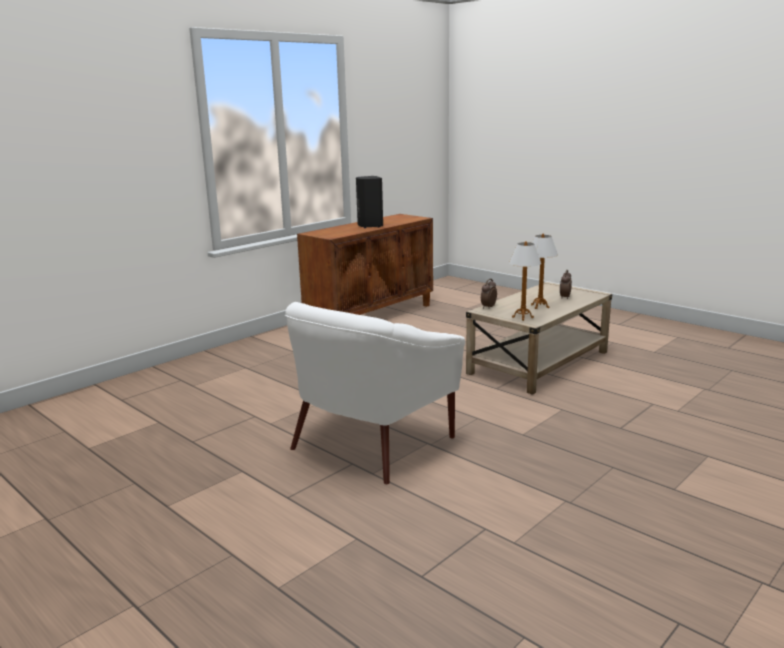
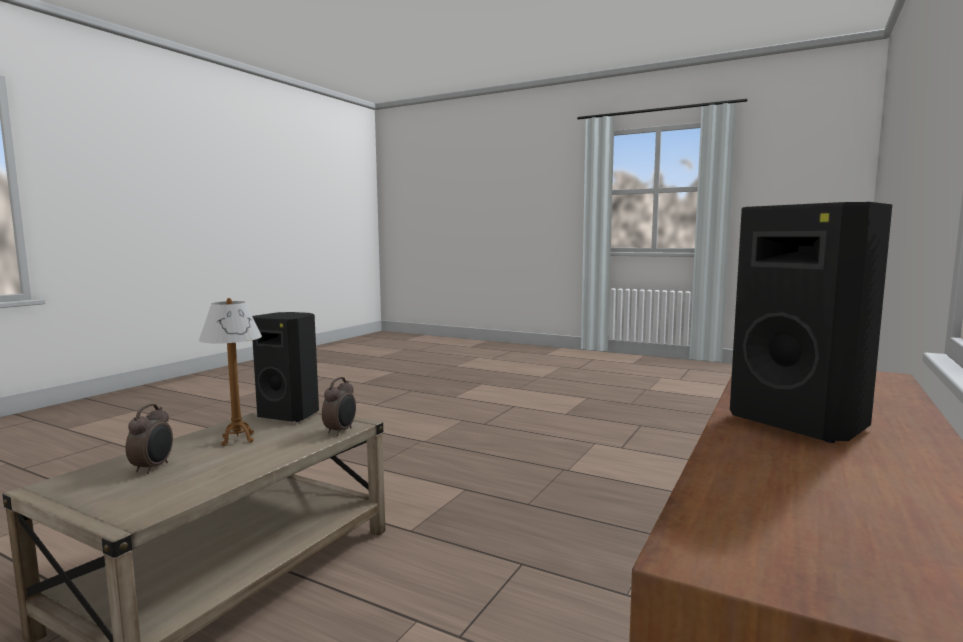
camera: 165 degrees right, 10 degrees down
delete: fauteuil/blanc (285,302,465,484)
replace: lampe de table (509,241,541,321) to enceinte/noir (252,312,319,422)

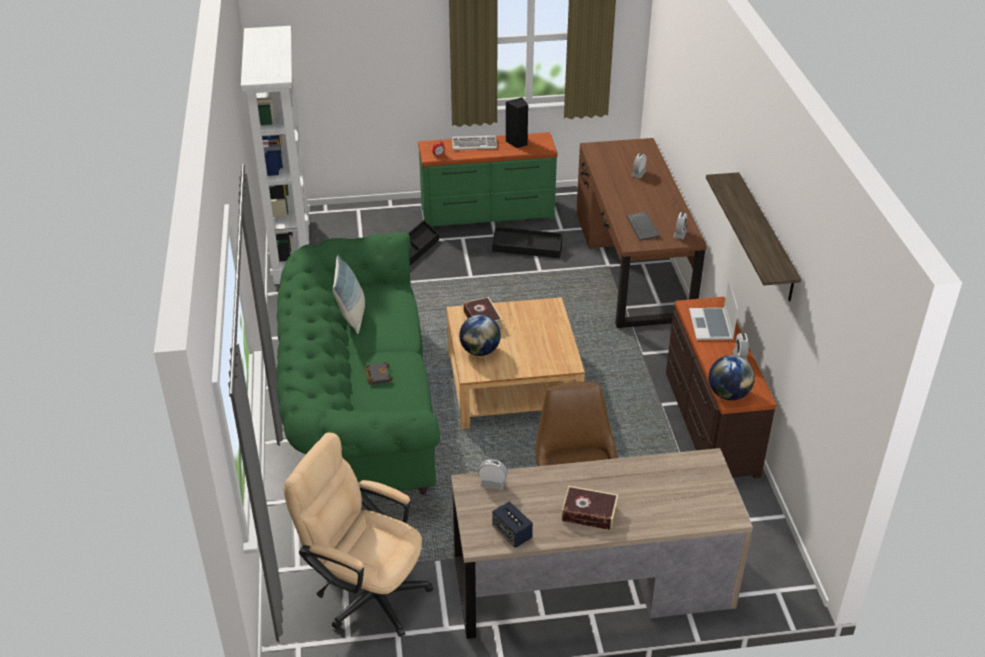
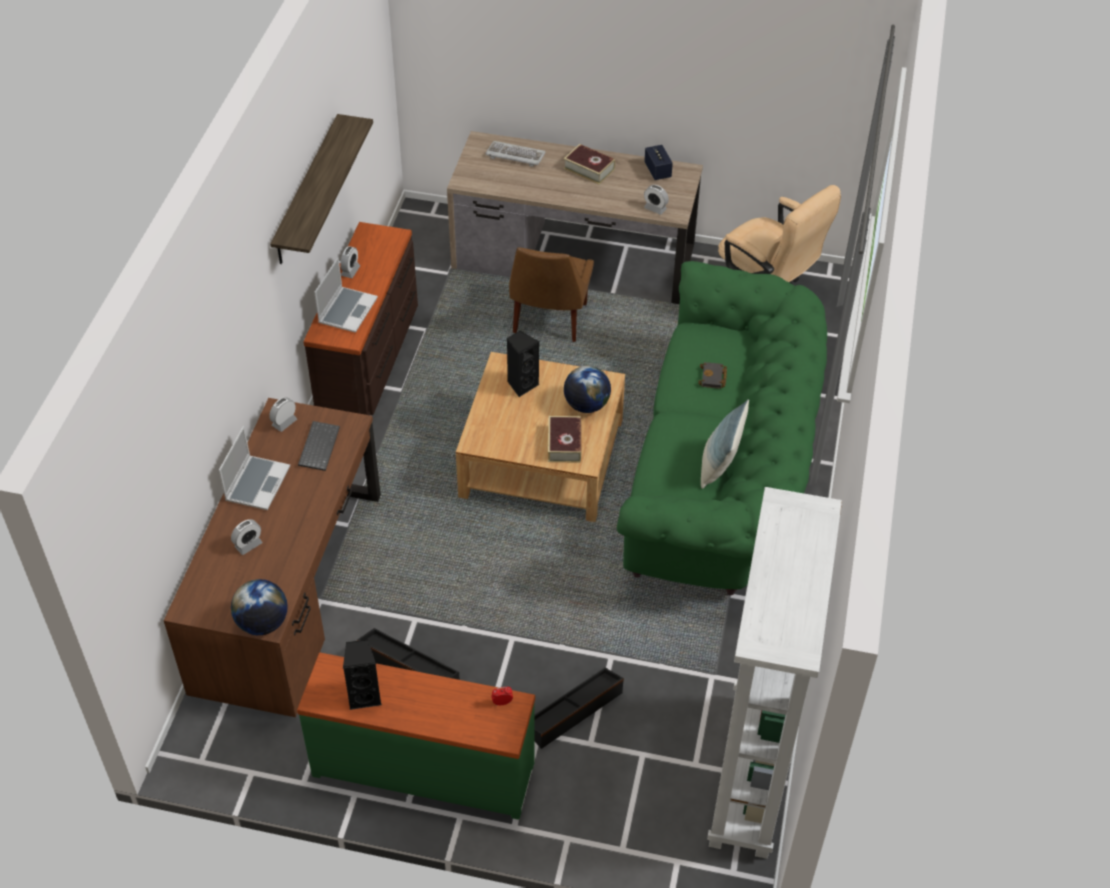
camera: 160 degrees left, 10 degrees up
insert: ordinateur portable (219,426,290,510); enceinte/noir (507,331,539,397)
move: clavier (452,135,497,150) to (485,141,546,167); globe (709,355,755,400) to (231,579,288,635)

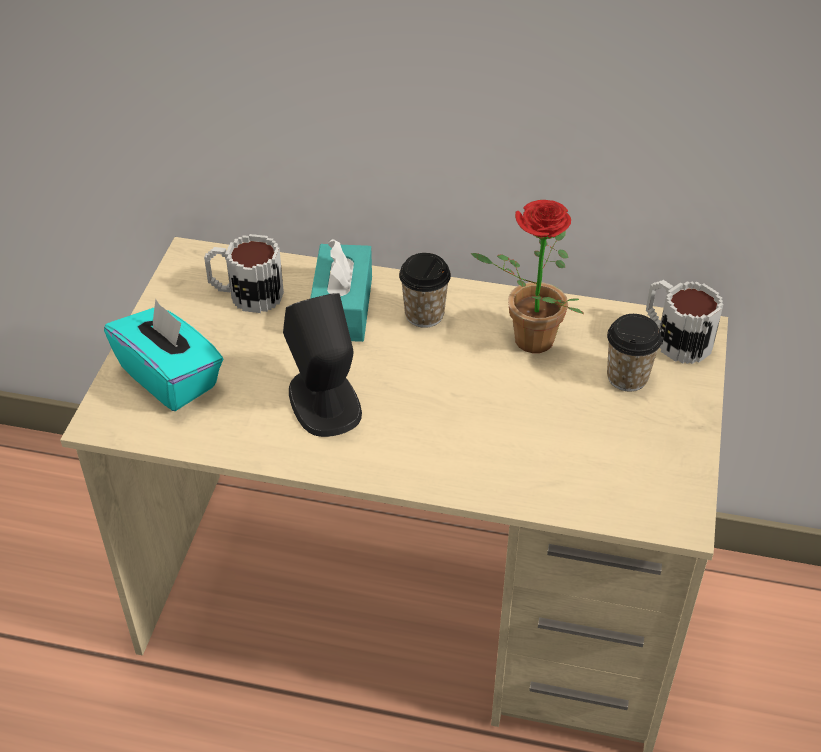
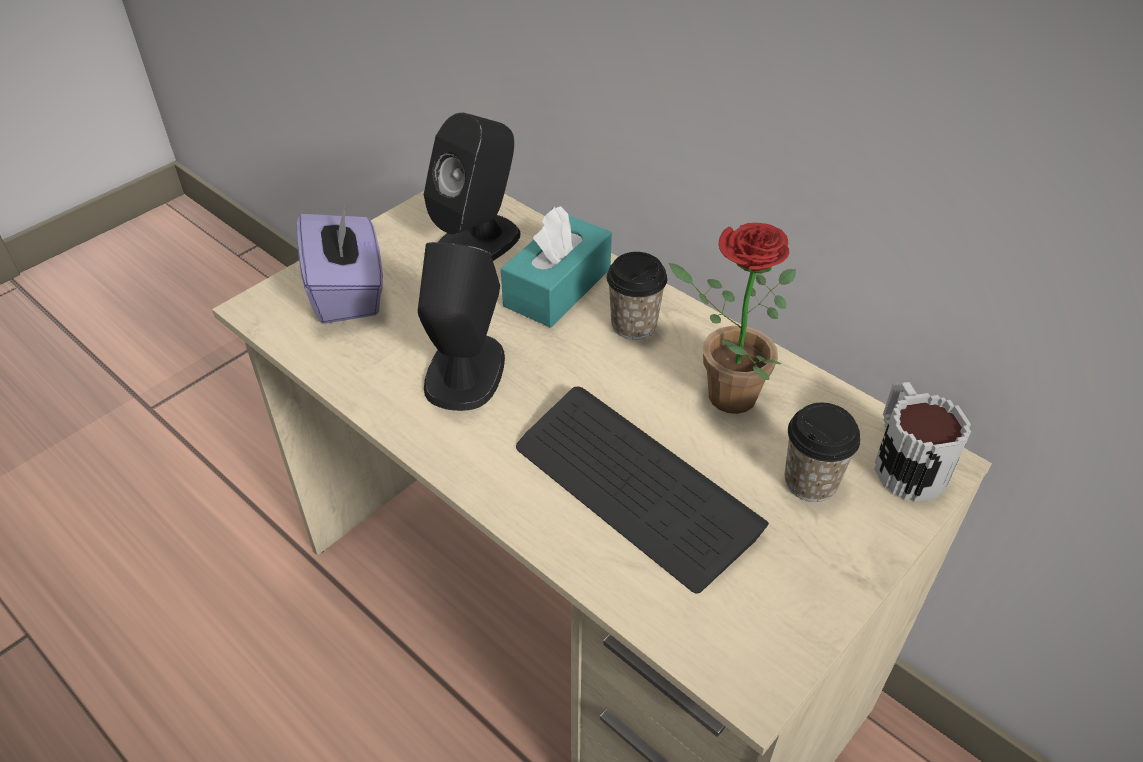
camera: 30 degrees right, 0 degrees up
insert: clavier (516,387,769,593)
replace: mug (204,234,284,313) to enceinte/noir (424,113,521,261)
recolor: boîte à mouchoirs/turquoise (104,299,223,411) to boîte à mouchoirs/violet (297,205,383,324)

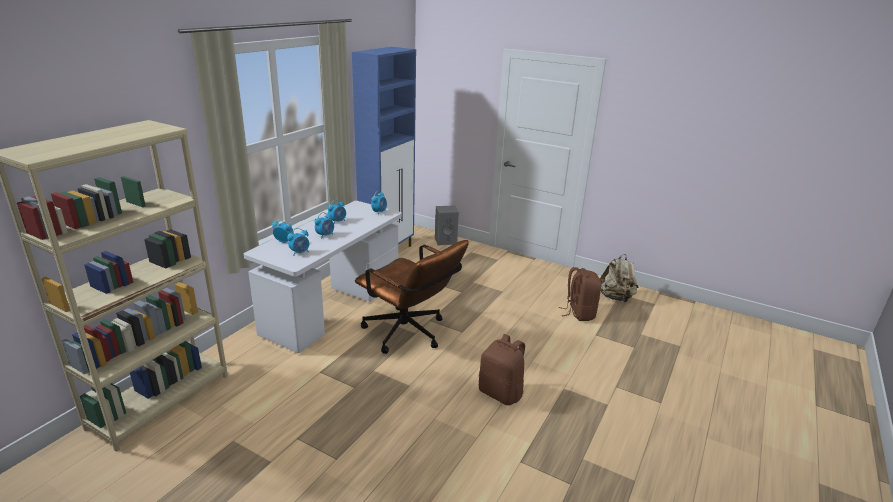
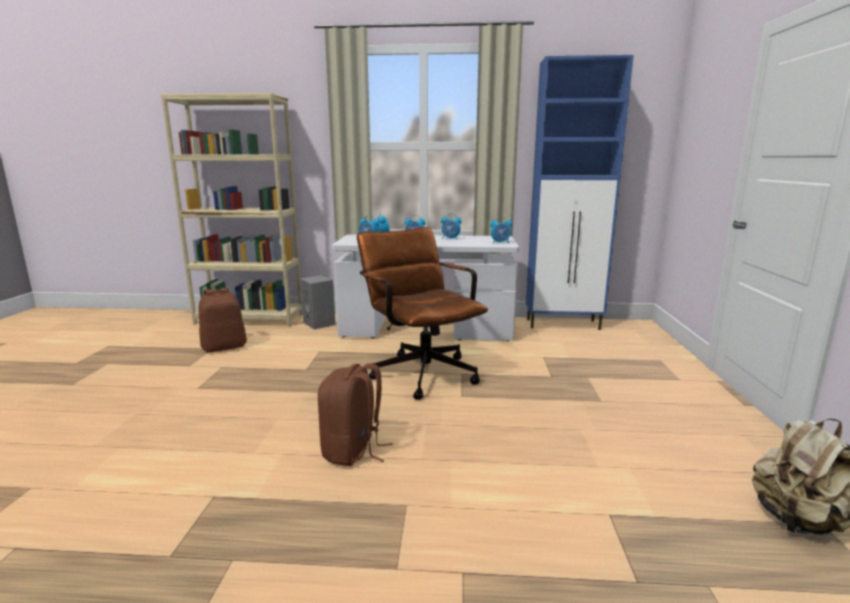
camera: 65 degrees right, 10 degrees down
move: enceinte/gris (435,205,459,245) to (300,275,336,330); sac à dos/marron (558,267,602,321) to (198,288,247,352)
rotate: chaise de bureau/marron (355,240,469,354) = (357,227,488,400) 135 degrees clockwise

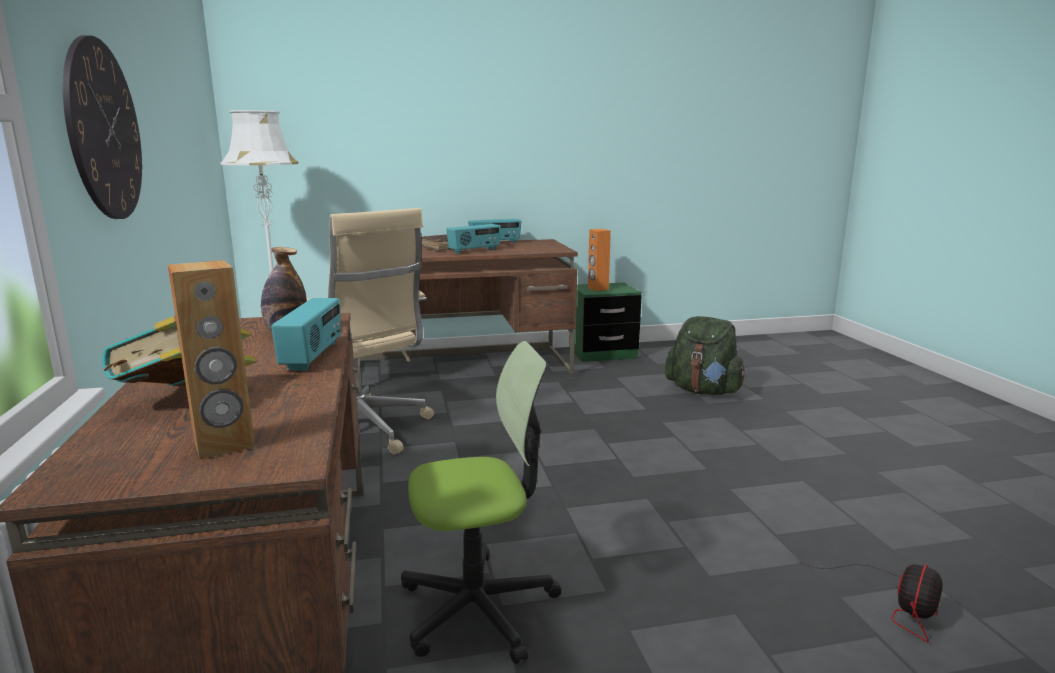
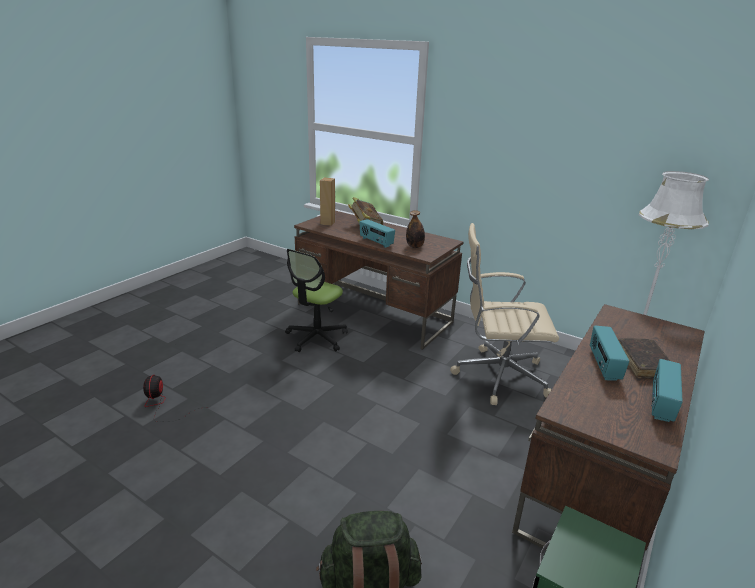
camera: 135 degrees right, 10 degrees up
delete: horloge murale (63,35,142,219); enceinte/orange (588,229,611,291)

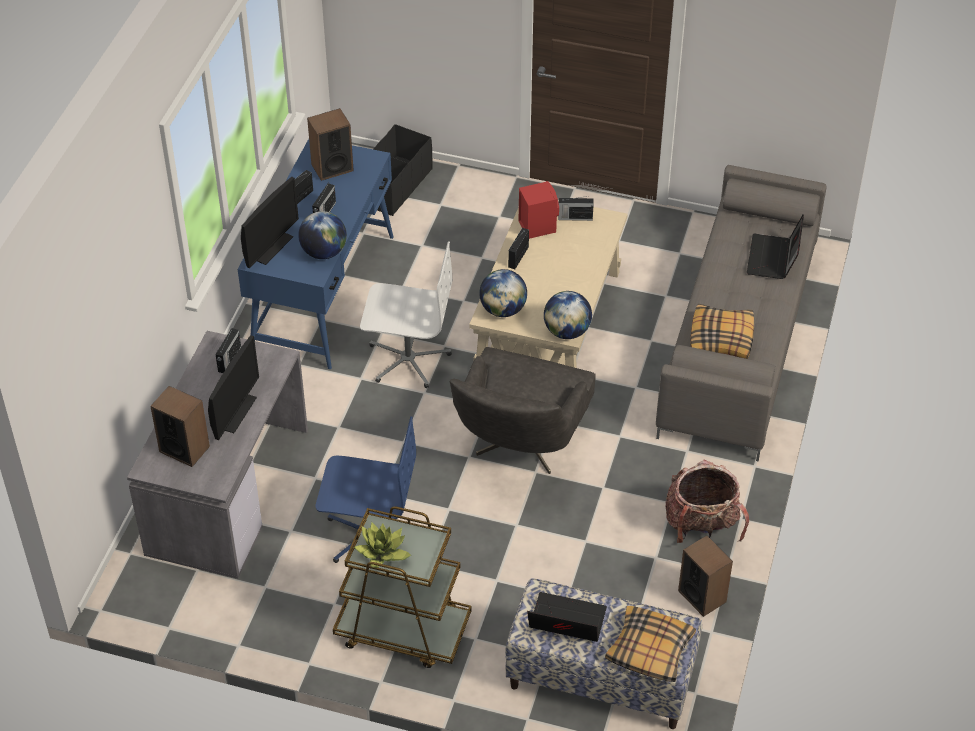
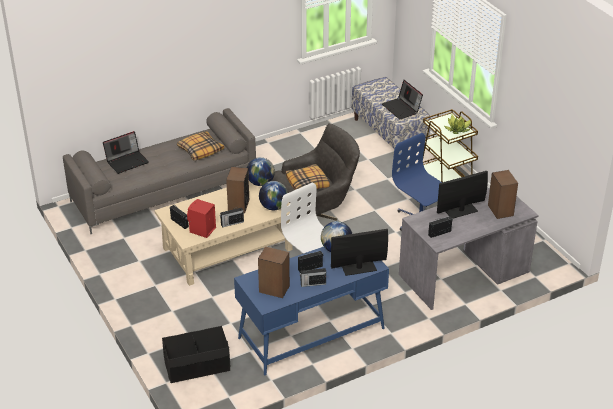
camera: 135 degrees left, 10 degrees down
delete: sac à dos (665,460,749,543)
move: coussin (605,606,696,682) to (286,164,330,190); enceinte (678,536,733,617) to (226,167,249,213)

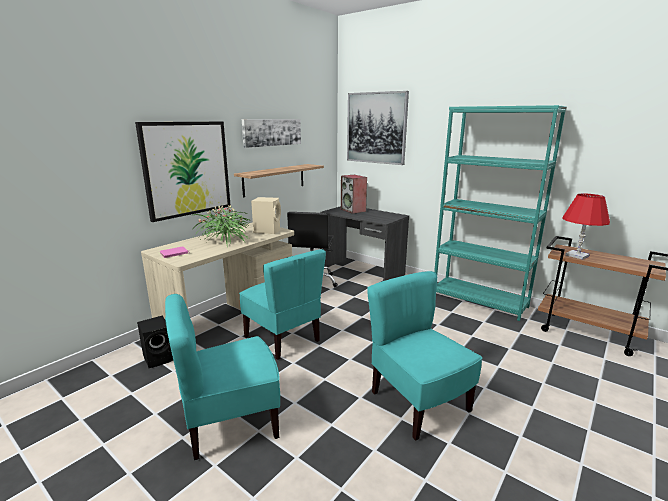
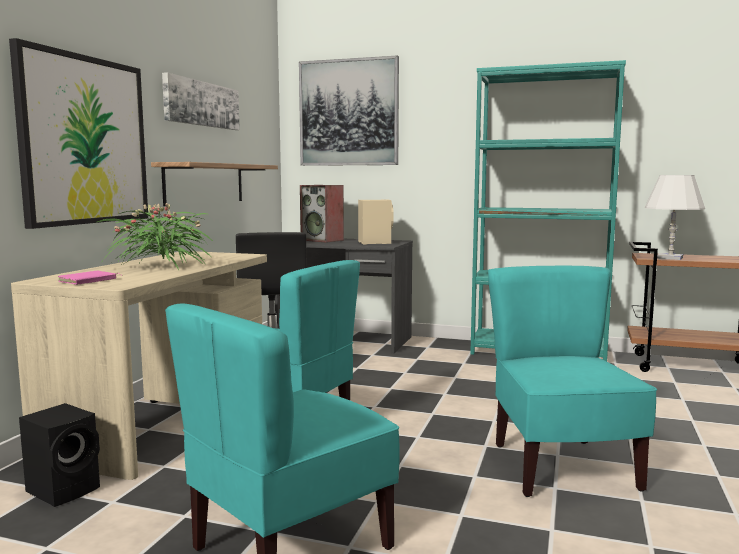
camera: 20 degrees left, 10 degrees down
move: enceinte/beige (251,197,281,234) to (358,199,394,245)
recolor: lampe de table/rouge (562,193,610,260) to lampe de table/blanc (645,175,705,260)
rotate: chaise/turquoise (367,271,483,441) = (488,266,657,497) 45 degrees clockwise

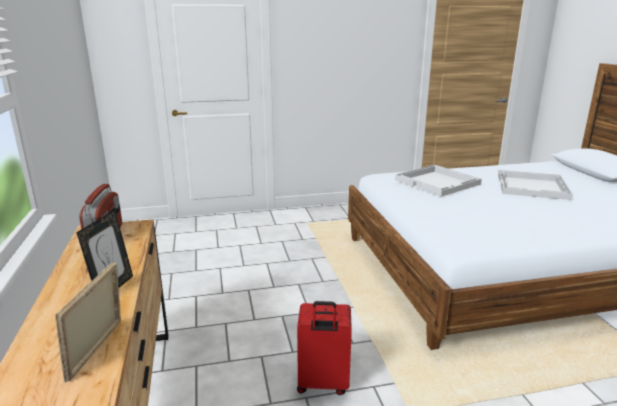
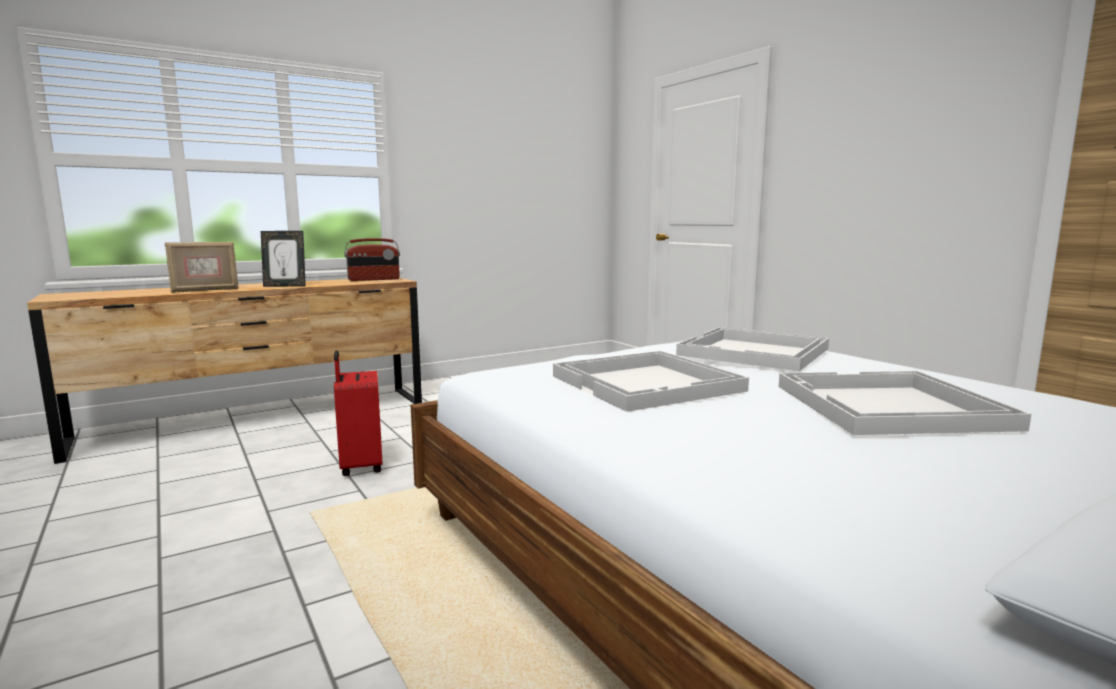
camera: 70 degrees right, 10 degrees down
insert: plateau/blanc (553,351,749,412)
rotate: cadre photo (55,261,121,382) = (165,242,239,293) 150 degrees clockwise

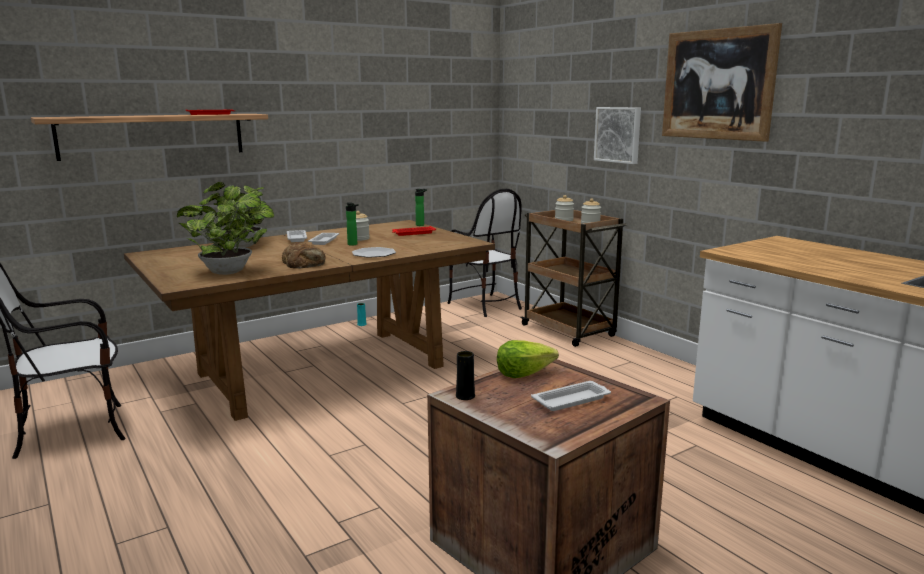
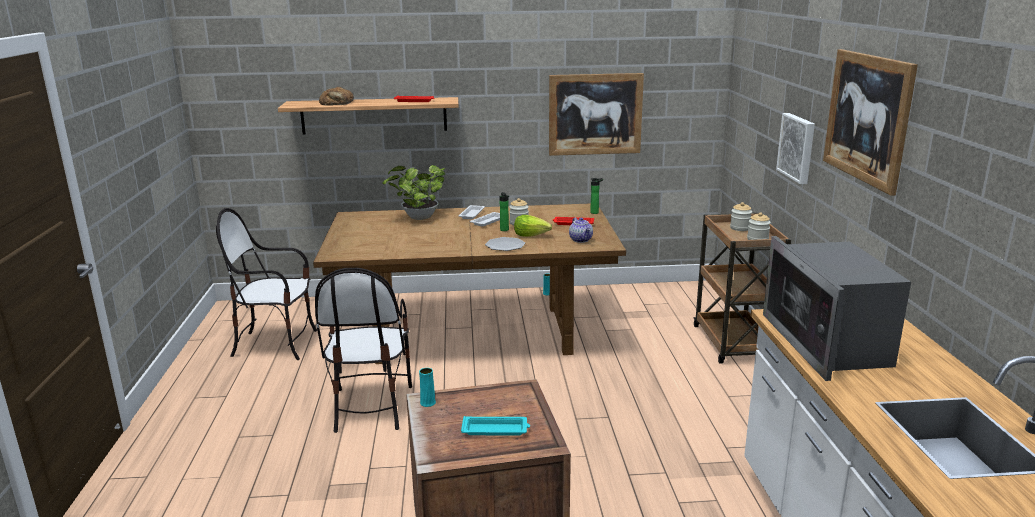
camera: 30 degrees right, 5 degrees up
delete: plante en pot (177,193,274,275)
insert: tableau (549,73,644,156); théière (569,218,593,243); micro-ondes (763,236,911,381)
move: pain (282,242,326,268) to (319,87,354,105); chaise (448,189,522,317) to (315,268,412,433); laitue (497,340,559,378) to (514,215,552,236)
recolor: vase/noir (456,351,475,400) to vase/turquoise (419,368,436,407); plateau/blanc (531,381,611,411) to plateau/turquoise (461,416,530,436)

